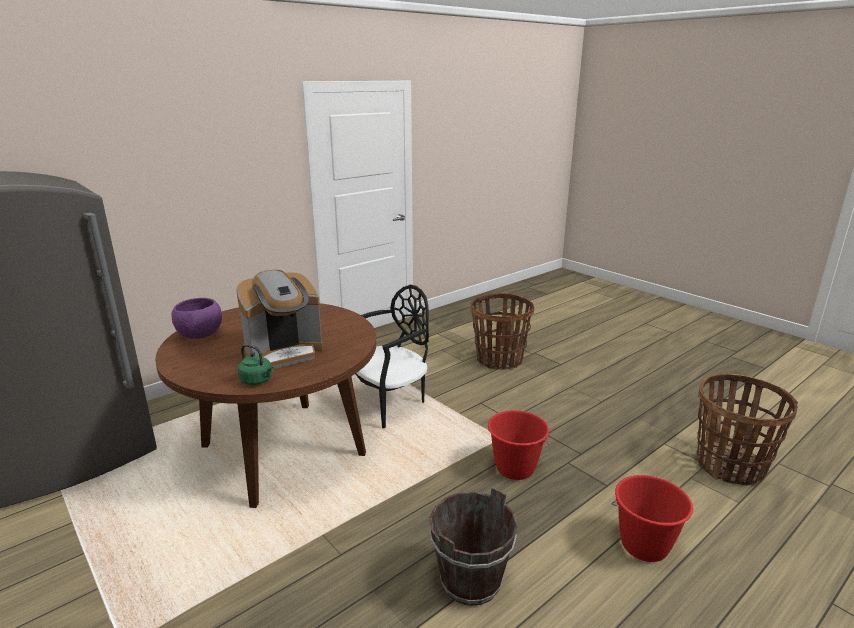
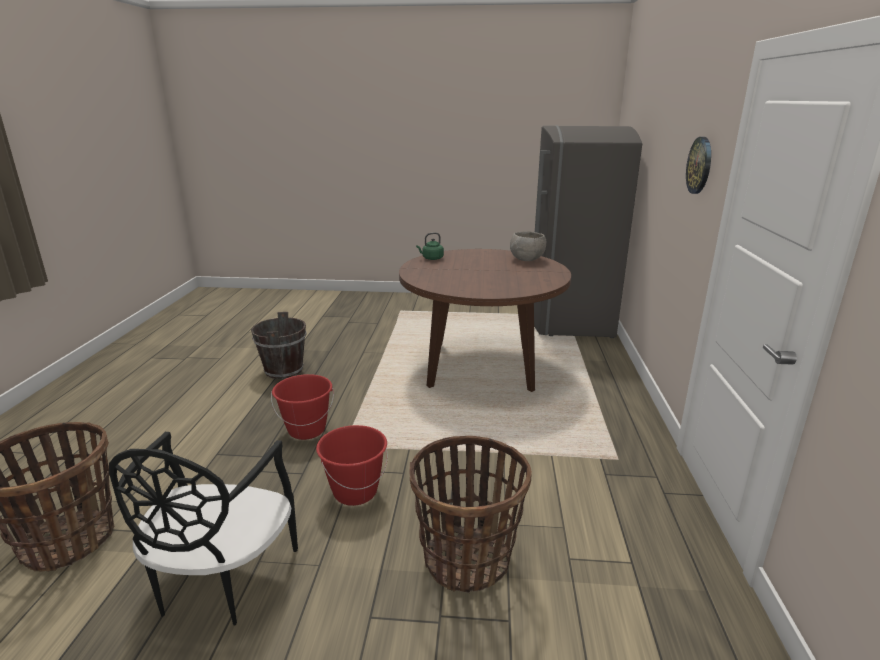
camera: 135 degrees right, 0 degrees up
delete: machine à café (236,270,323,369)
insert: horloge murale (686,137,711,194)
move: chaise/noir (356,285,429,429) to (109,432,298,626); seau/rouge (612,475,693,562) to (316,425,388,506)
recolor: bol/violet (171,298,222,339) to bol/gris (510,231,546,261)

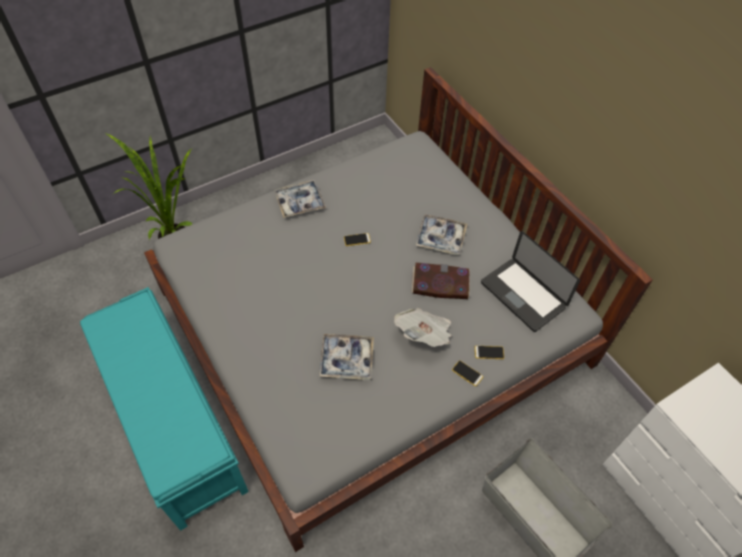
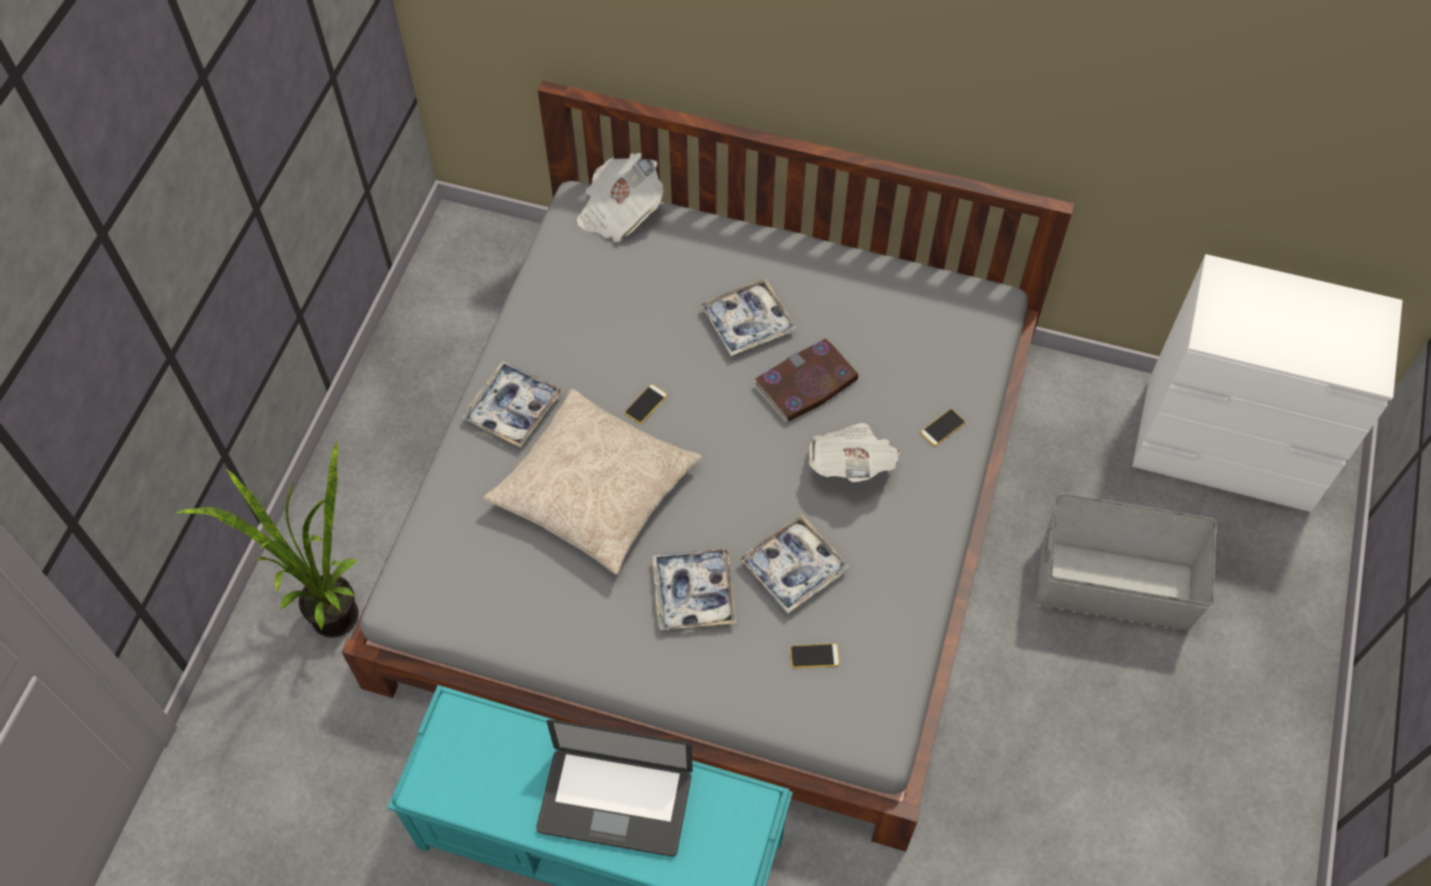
camera: 40 degrees left, 5 degrees up
insert: coussin/beige (483,389,702,575); journal (577,153,663,242); plateau (652,549,736,630)
move: téléphone (452,361,483,386) to (790,644,840,668); ordinateur portable (481,231,580,332) to (536,719,693,857)

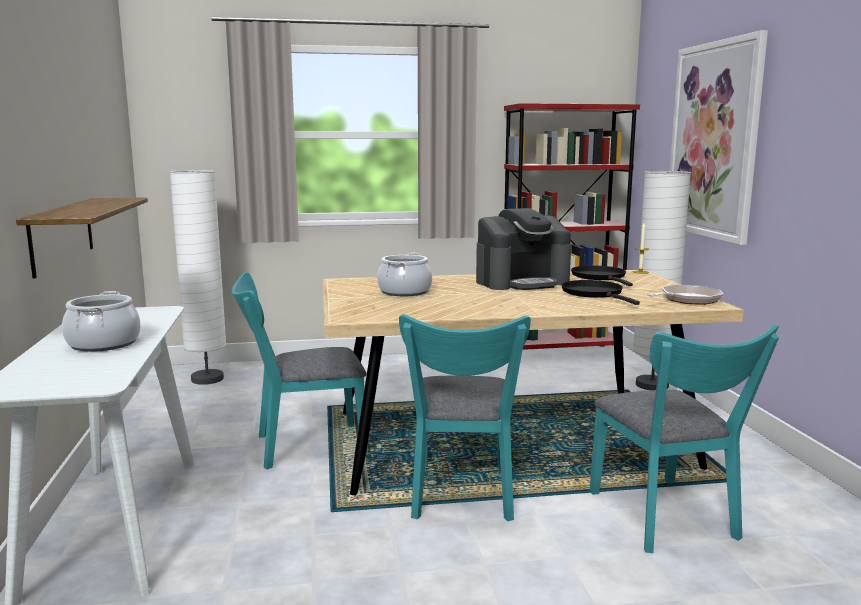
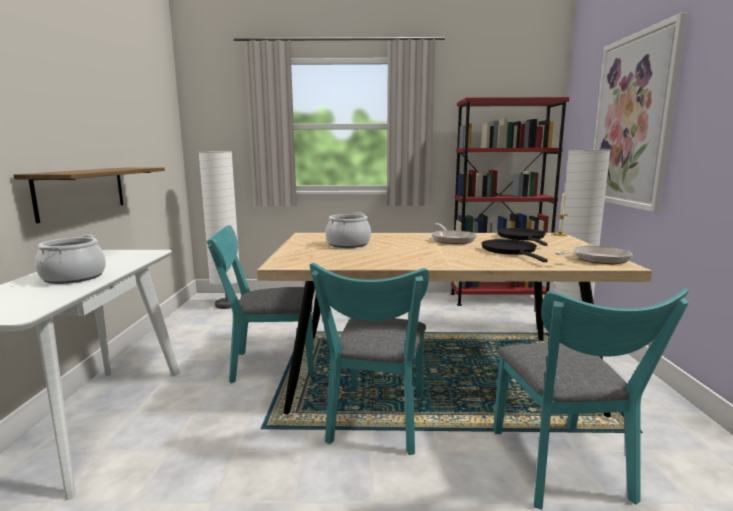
camera: 10 degrees right, 0 degrees up
replace: machine à café (476,208,571,290) to poêle (431,223,477,244)

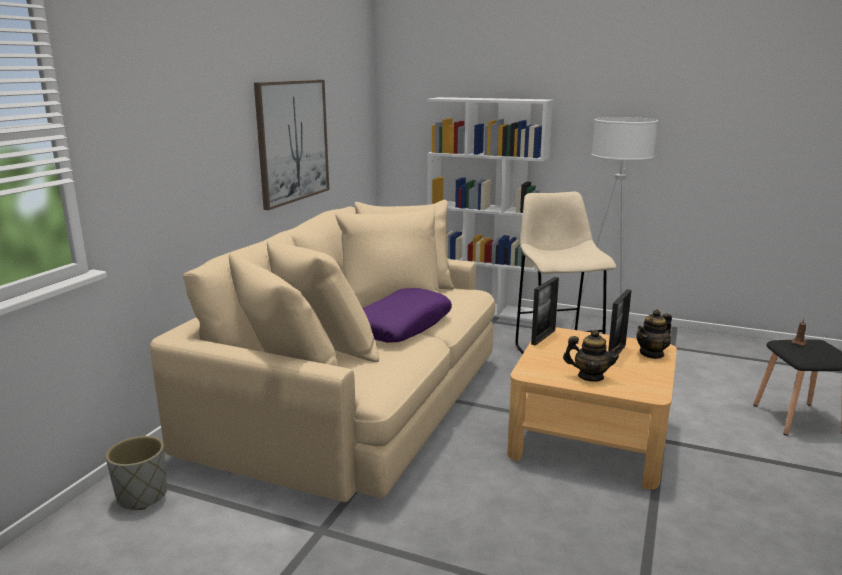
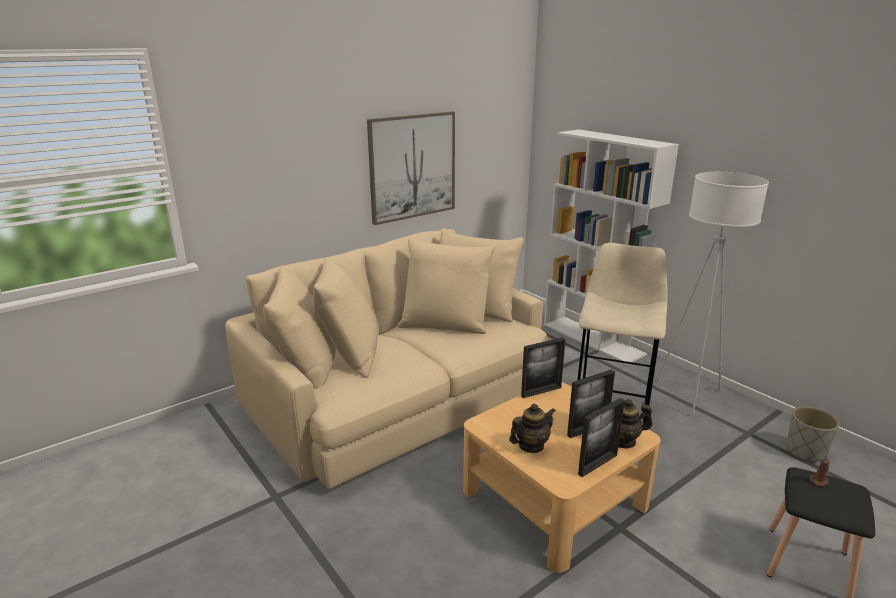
camera: 30 degrees right, 5 degrees up
delete: coussin/violet (363,288,452,343)
insert: cadre photo (578,398,625,477)
move: cache-pot/gris (106,436,167,510) to (786,406,839,463)
rotate: théière (563,330,623,382) = (509,404,556,453) 75 degrees counterclockwise

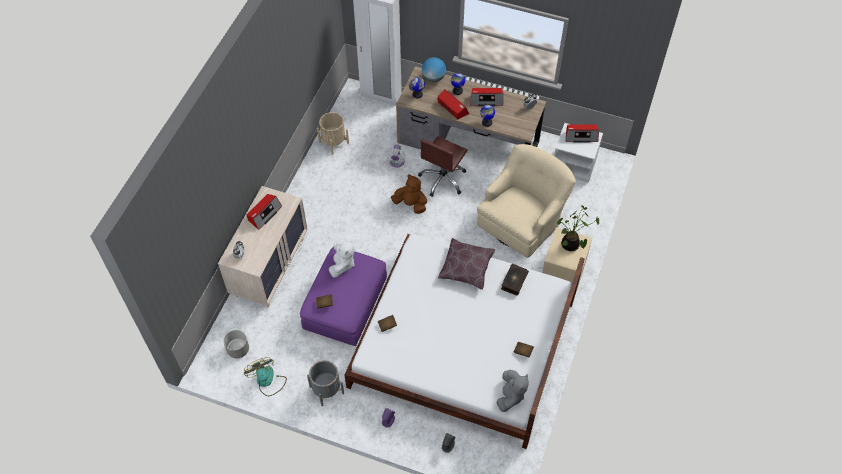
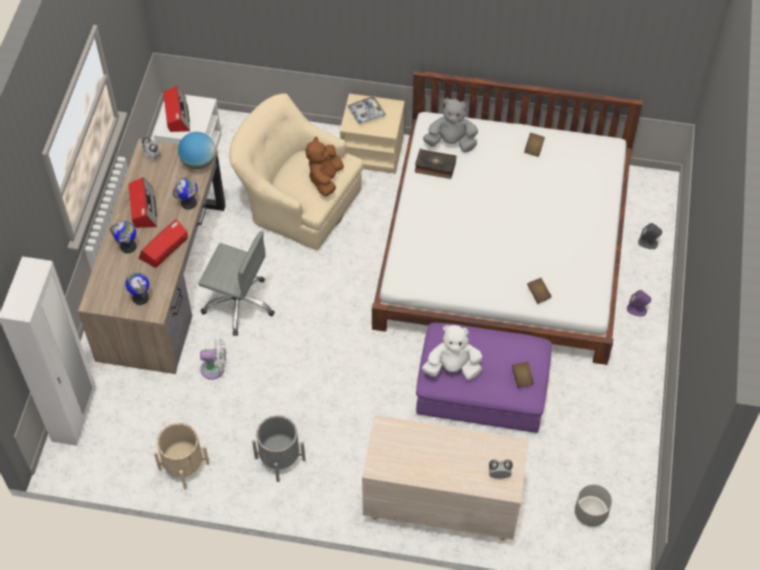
camera: 100 degrees left, 0 degrees up
delete: ventilateur (244,357,287,396); radio (247,194,282,230); coussin/marron (438,238,495,290)
move: cache-pot/gris (307,360,344,406) to (252,415,306,482); peluche/marron (391,174,427,214) to (305,137,344,196); globe (422,57,446,82) to (178,132,216,169); peluche/gris (496,370,529,412) to (423,98,478,152)
replace: plante en pot (557,205,599,251) to plateau (347,96,386,125)
recolor: chaise de bureau/marron (418,136,467,197) to chaise de bureau/gris (198,231,275,336)

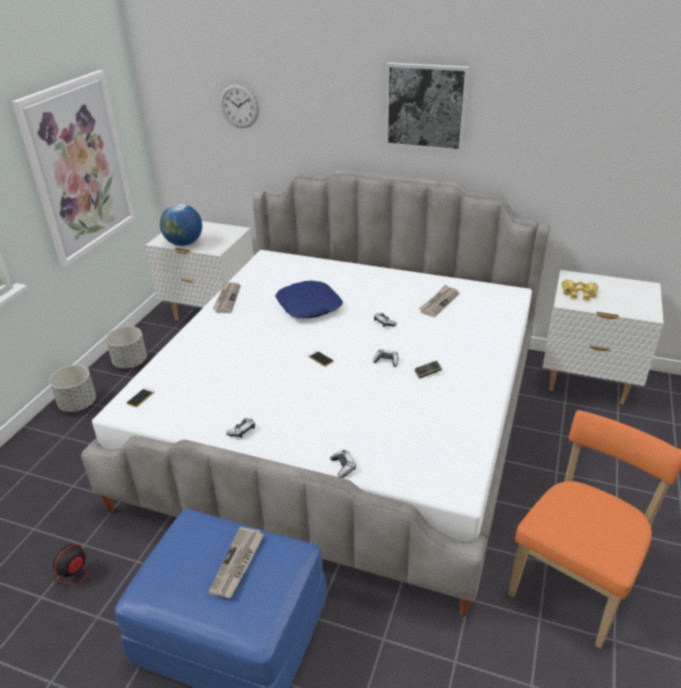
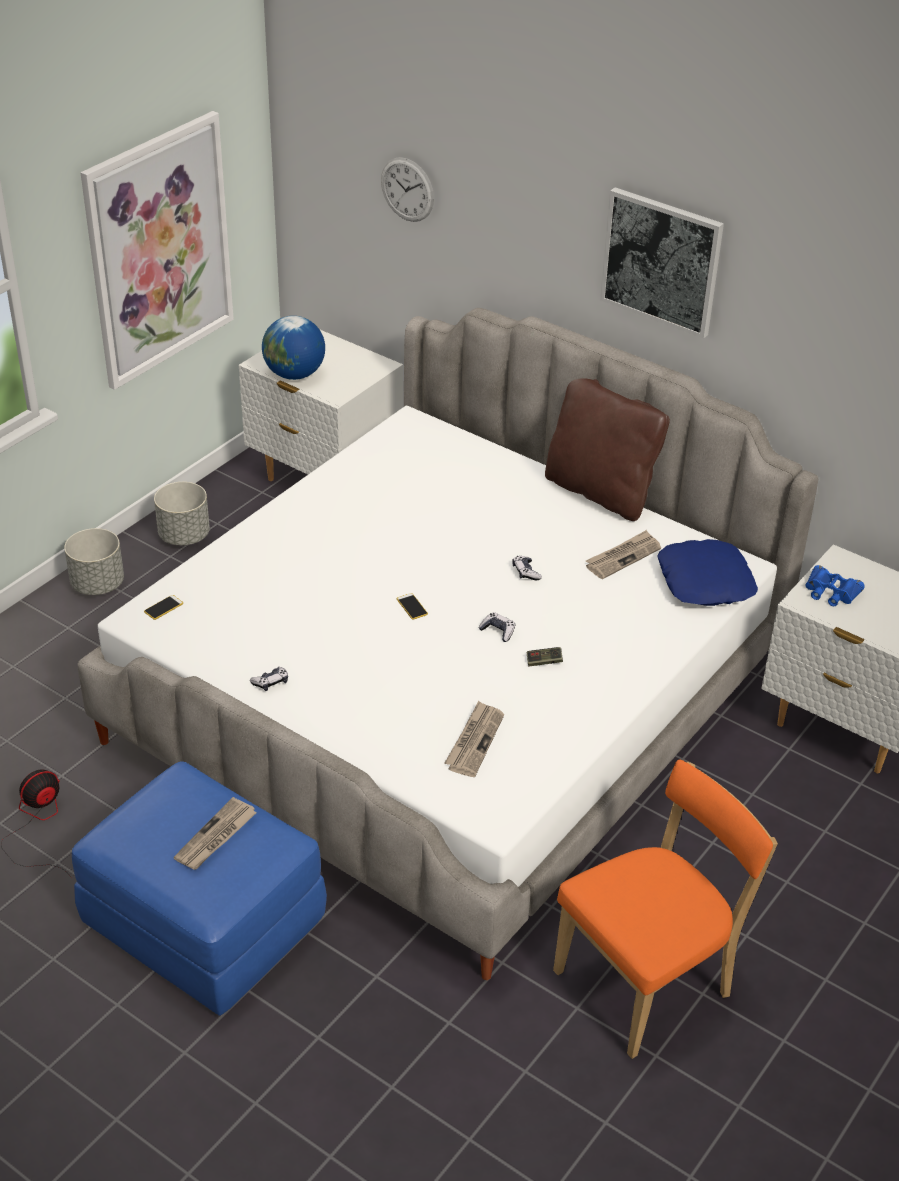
camera: 15 degrees right, 5 degrees up
delete: manette (330,450,356,478)
insert: coussin/marron (545,379,670,521)
move: journal (212,281,240,313) to (445,701,504,777); coussin/bleu (275,281,343,318) to (657,539,758,606)
recolor: jumelles/jaune (562,280,598,301) to jumelles/bleu (805,565,865,606)

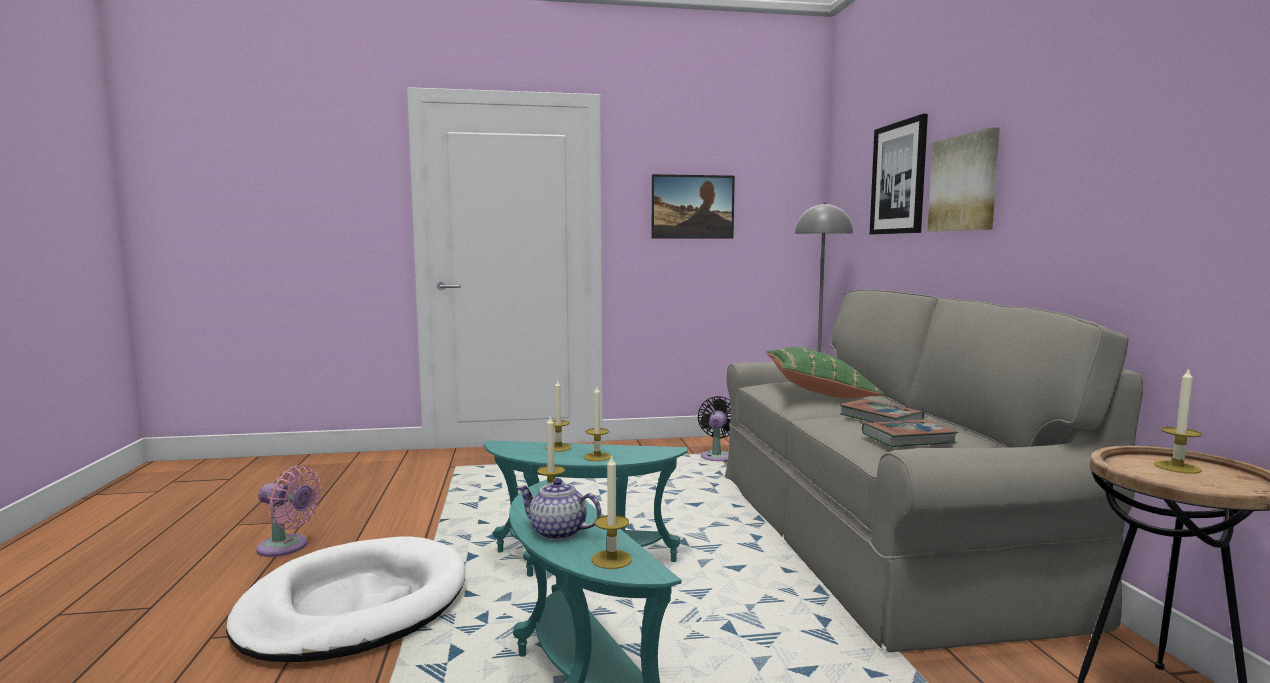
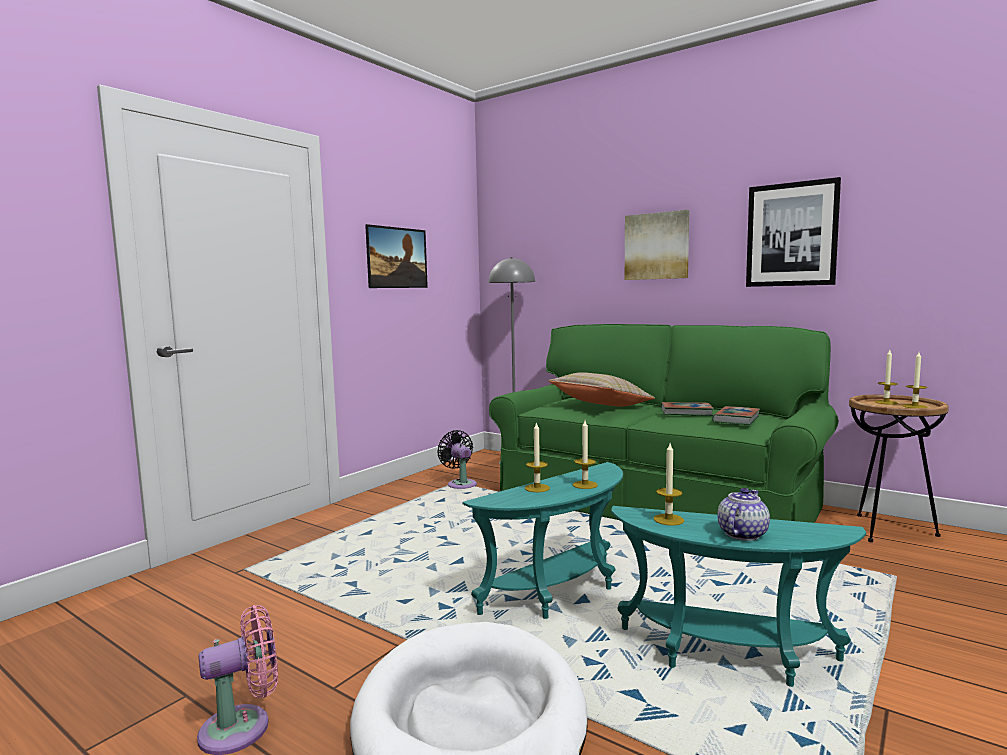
camera: 45 degrees left, 0 degrees up
move: bougie (592,454,632,569) to (903,352,928,408); tableau (870,114,928,234) to (746,177,841,287)
recolor: canapé/gris (725,289,1143,652) to canapé/vert (489,324,839,523); coussin/vert (766,347,884,398) to coussin/beige (549,372,655,407)
rotate: théière (517,478,601,540) = (718,488,770,541) 150 degrees clockwise

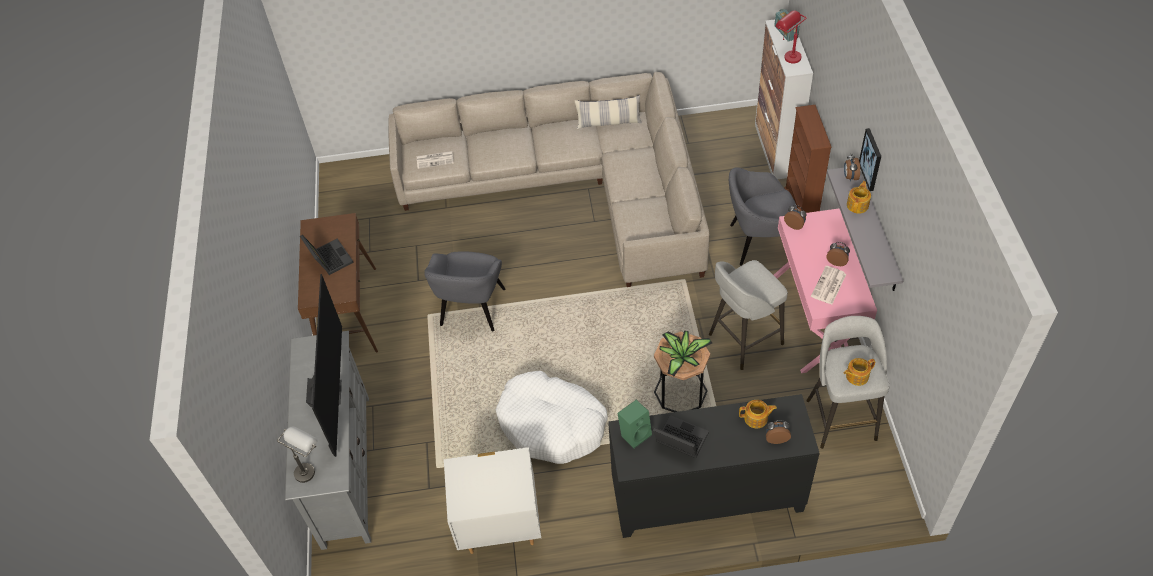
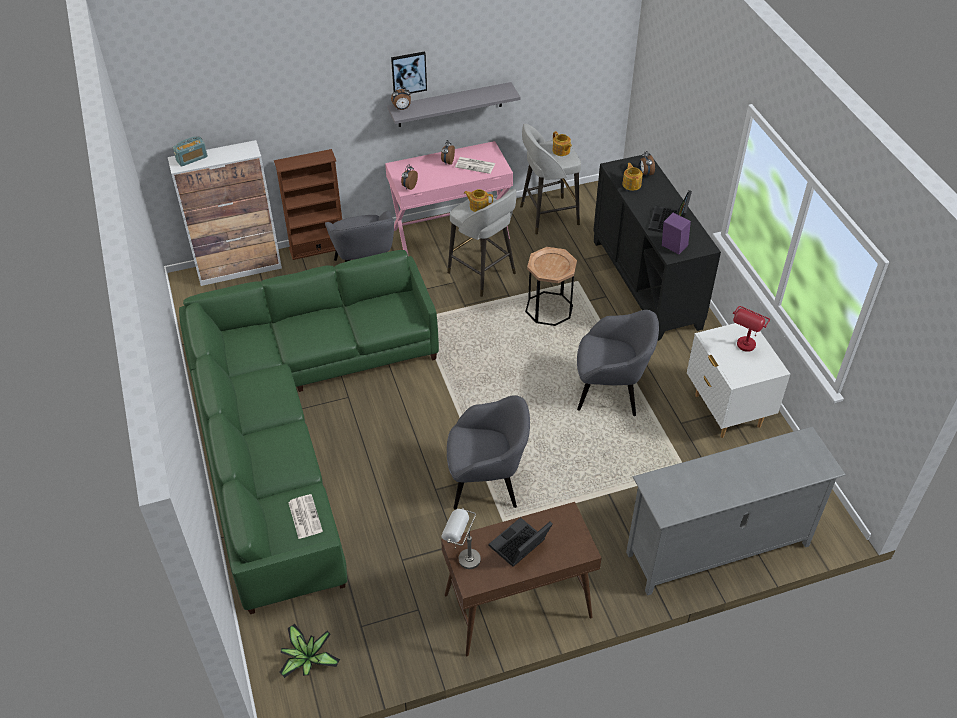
camera: 105 degrees left, 5 degrees down
delete: téléviseur (306,274,342,457); coussin (575,95,642,129)
move: lampe de table/gris (277,427,318,483) to (442,508,481,569); plante en pot (659,331,712,376) to (279,624,340,678); lampe de table/rouge (775,10,806,63) to (733,306,770,352); théière (847,181,871,214) to (464,189,493,212)
replace: panier pour chien/blanc (495,371,608,464) to fauteuil/gris (577,310,659,416)
recolor: canapé/beige (388,72,710,287) to canapé/vert (179,250,439,614); enceinte/vert (617,400,652,448) to enceinte/violet (662,212,691,255)

